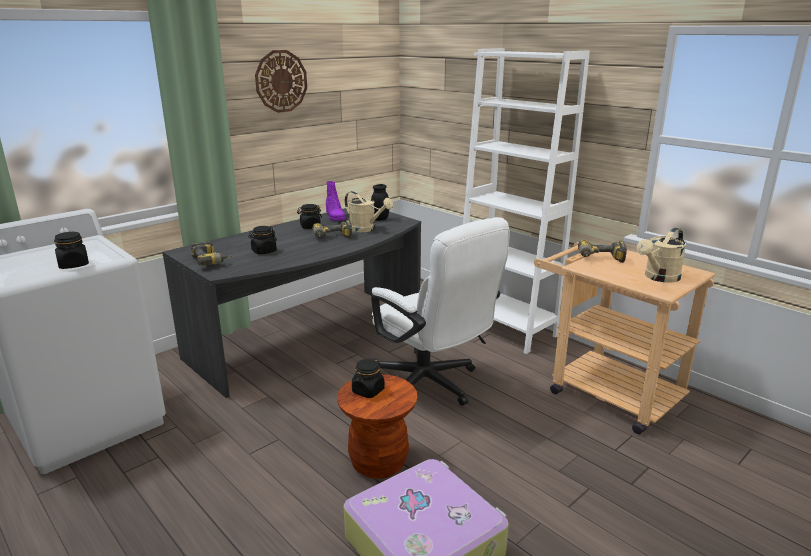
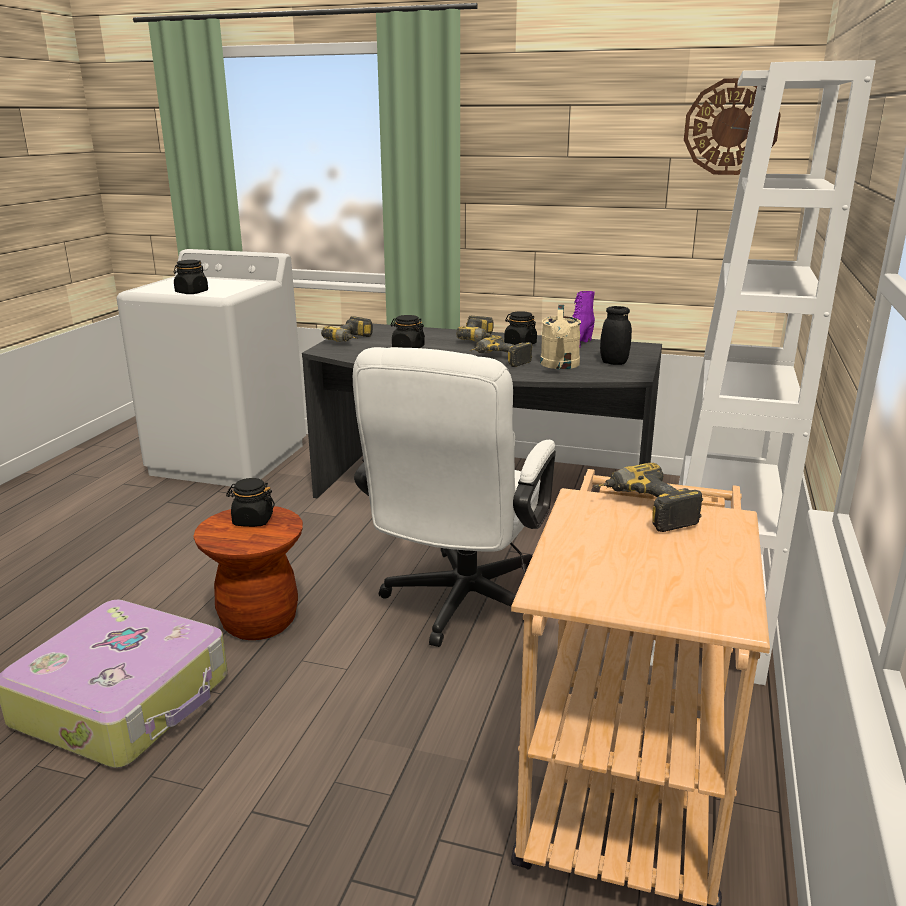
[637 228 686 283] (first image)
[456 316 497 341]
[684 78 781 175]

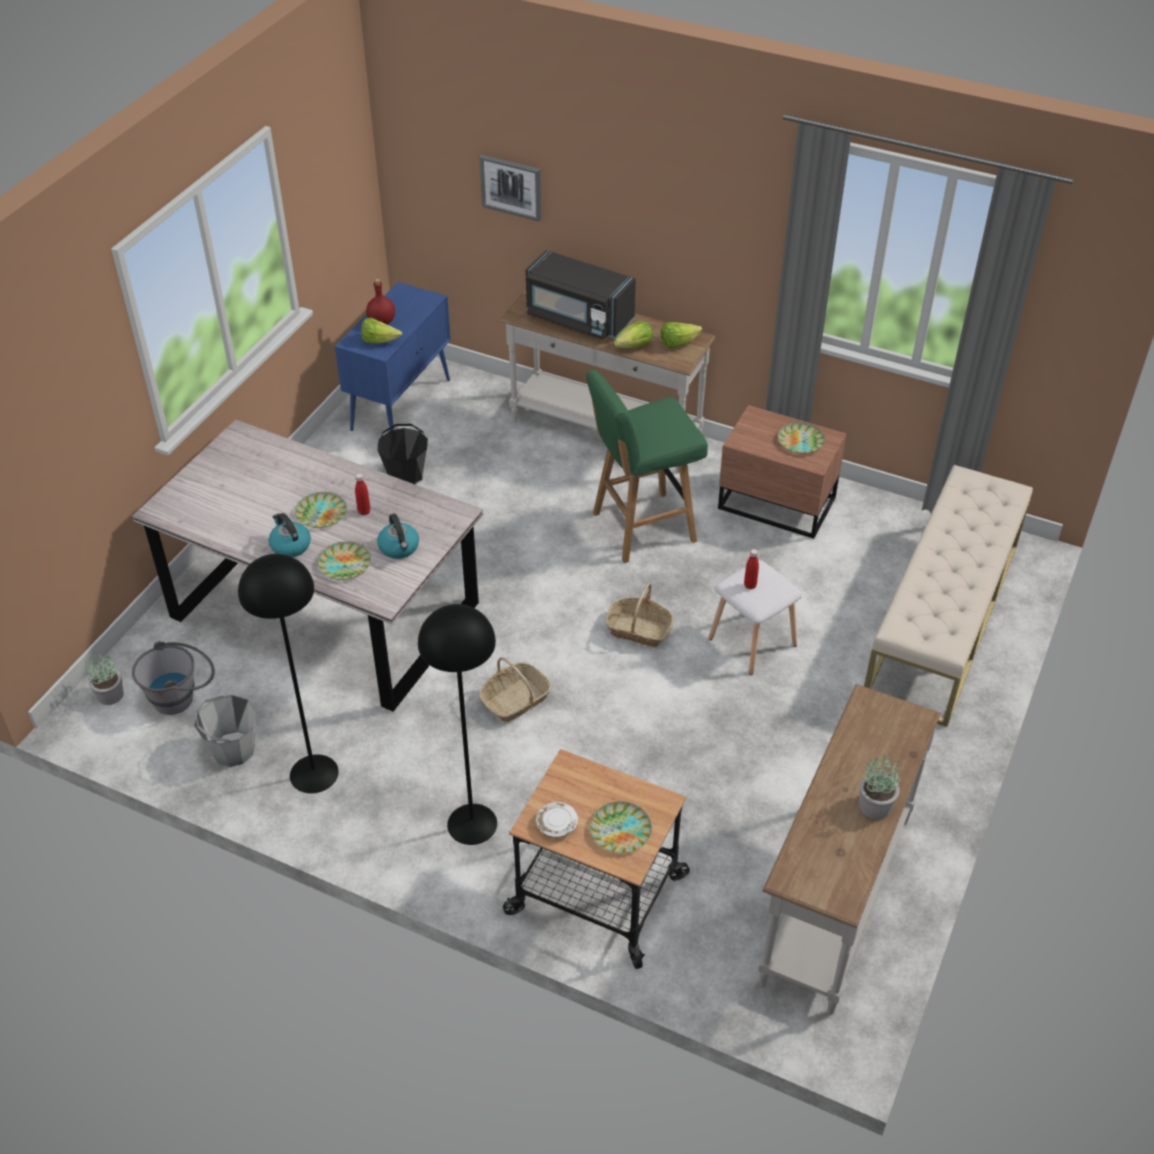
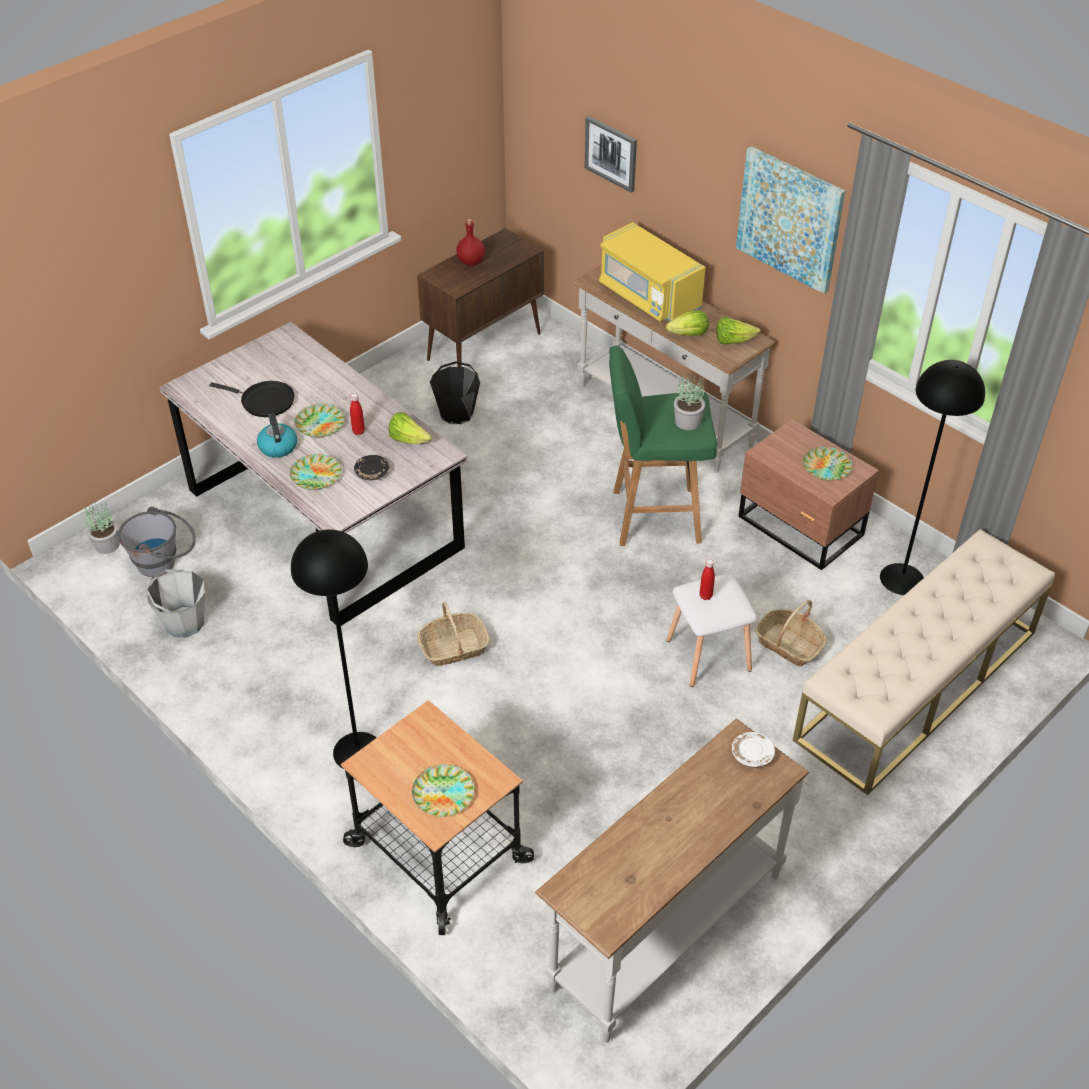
[209 381 295 417]
[736 146 845 294]
[880 360 985 595]
[389 412 432 444]
[732 732 775 768]
[755 600 827 667]
[674 374 705 430]
[354 455 389 481]
[417 228 544 367]
[599 222 706 322]

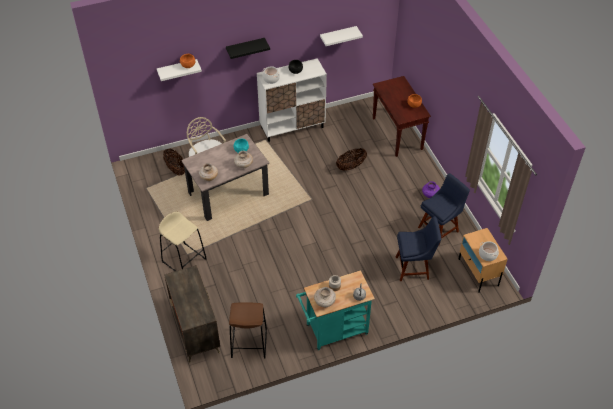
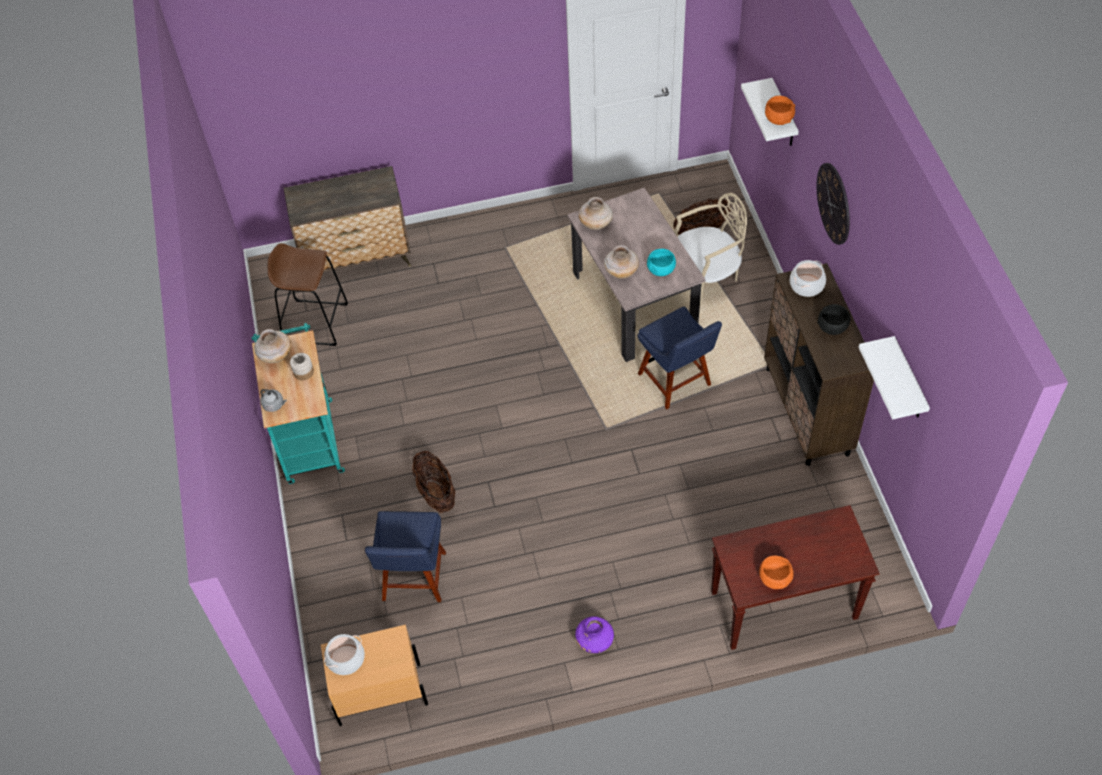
[159 212 207 271] (first image)
[412 451 455 513]
[637 306 722 409]
[817 163 850 245]
[764 263 874 466]

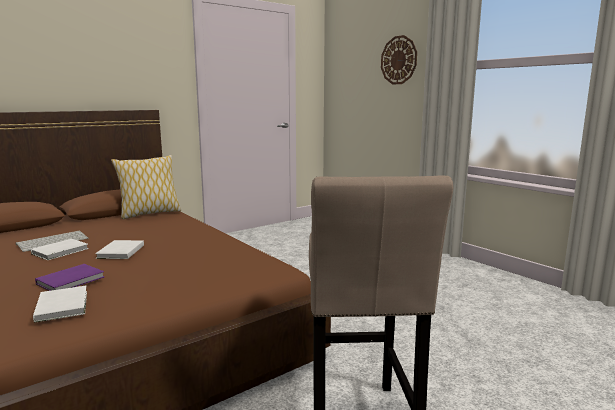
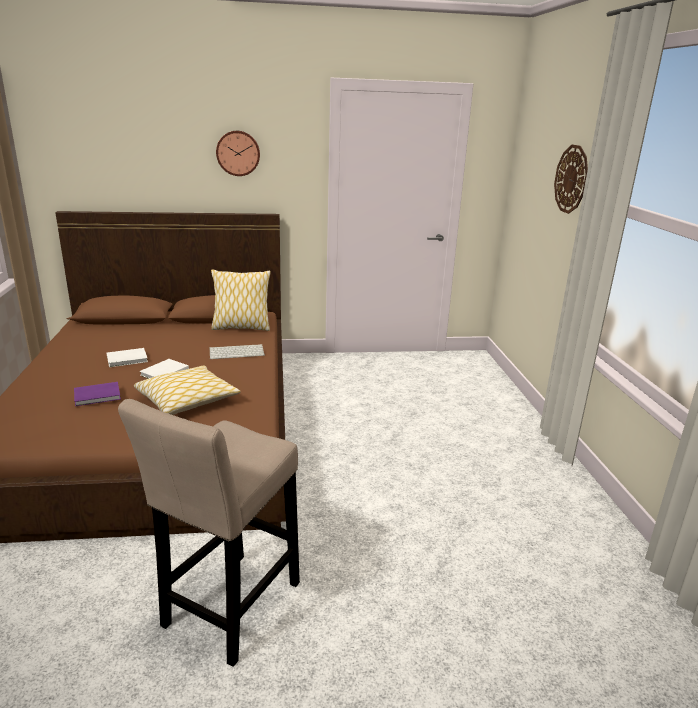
[33 286 87 323] (first image)
[134 366 241 415]
[216 131 260 176]
[209 344 265 359]

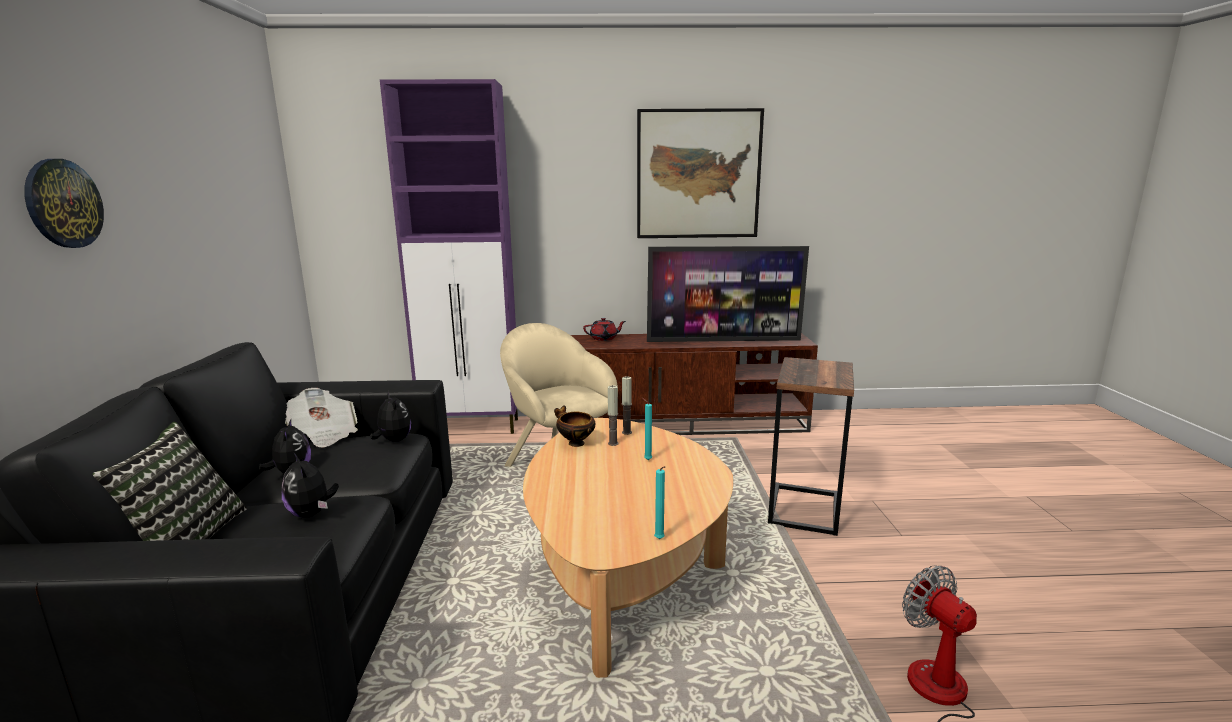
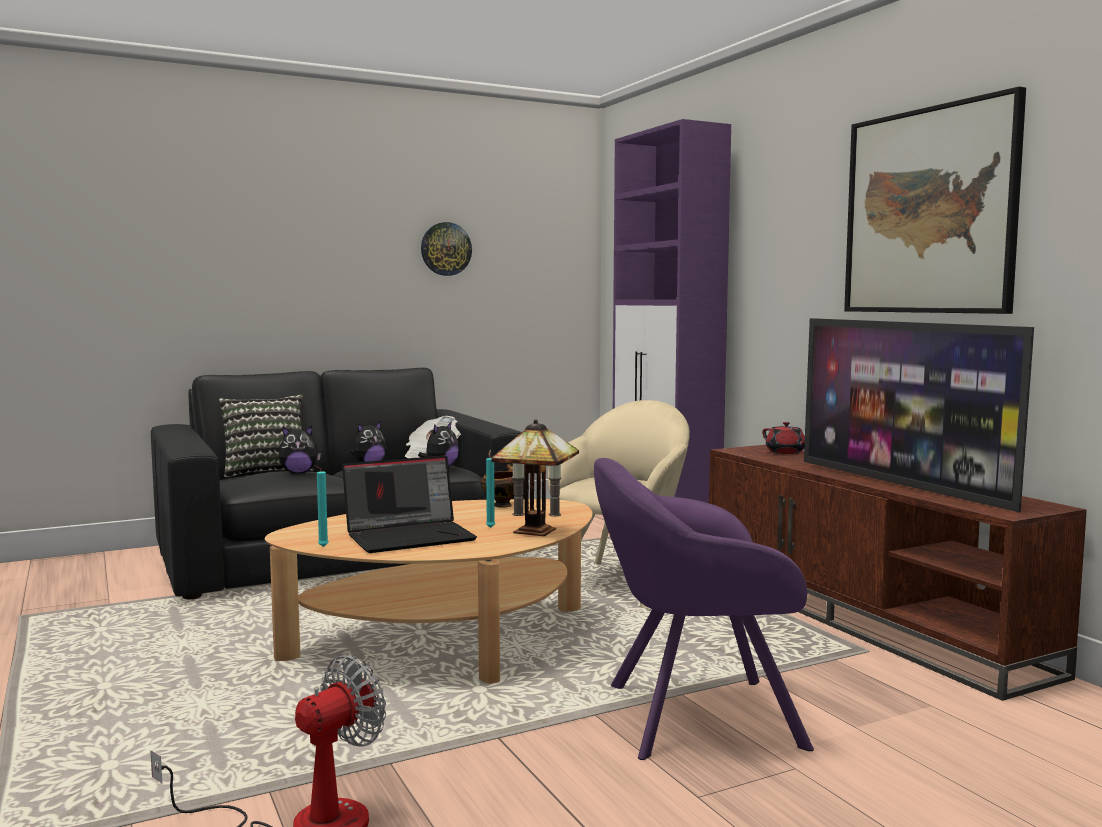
[342 456 477 553]
[491 419 579 536]
[421 222 472 276]
[594 458 814 760]
[279 426 321 474]

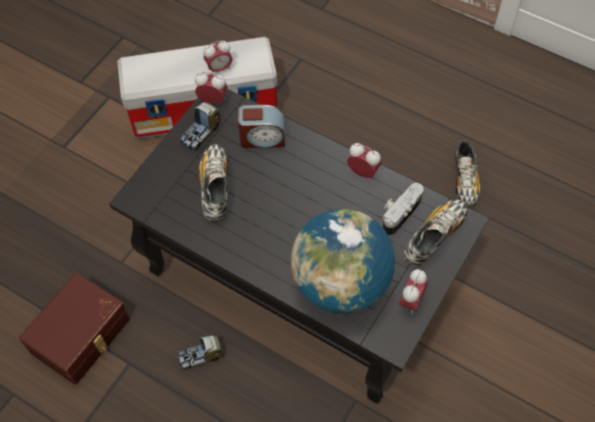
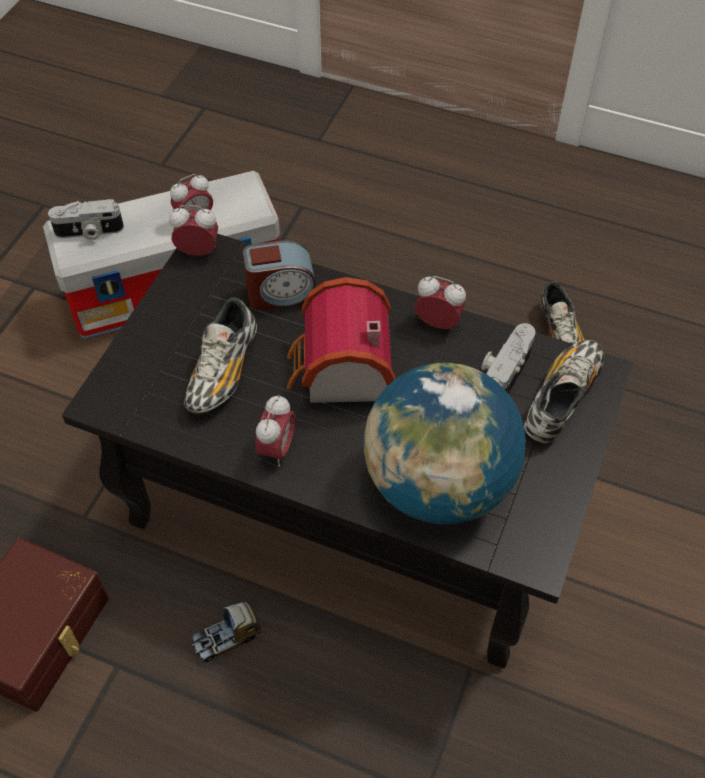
[180 102 221 151] (first image)
[48 199 124 240]
[287 277 395 403]
[255 395 295 467]
[184 297 257 414]

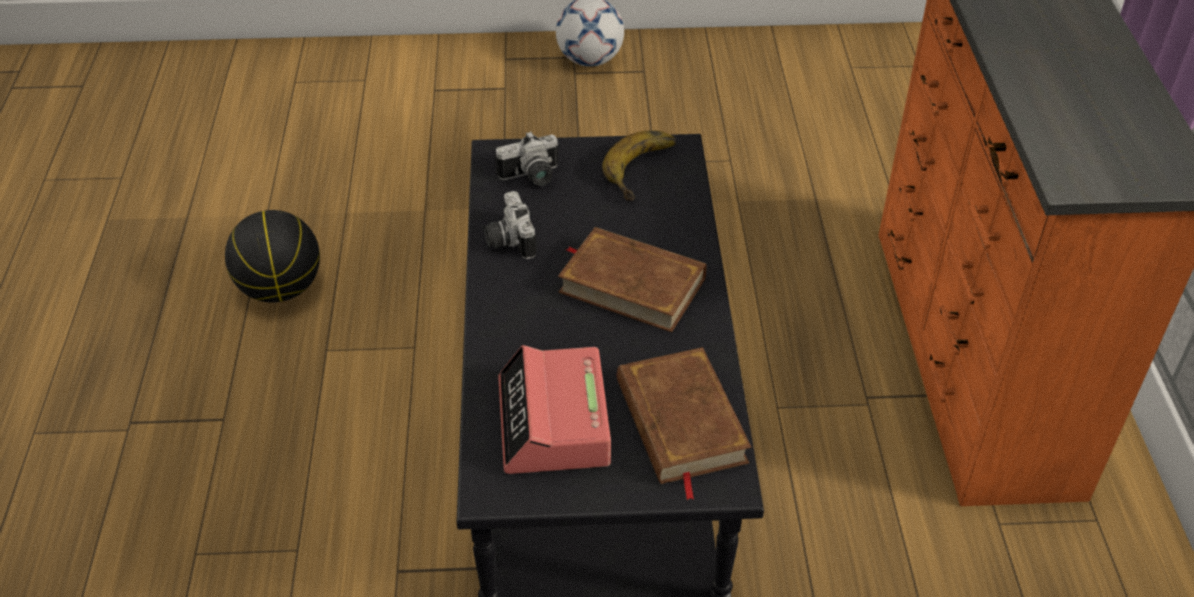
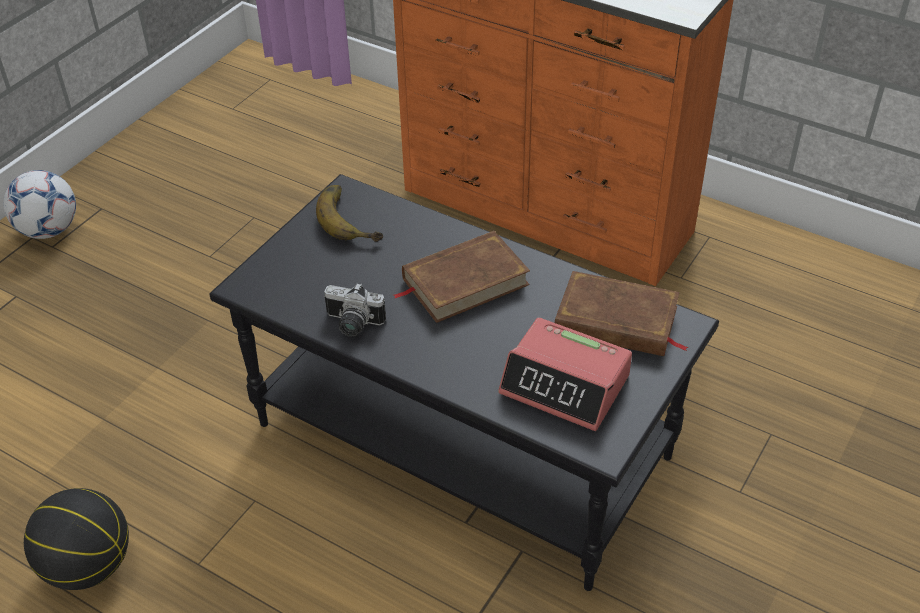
[495 131 558 186] (first image)

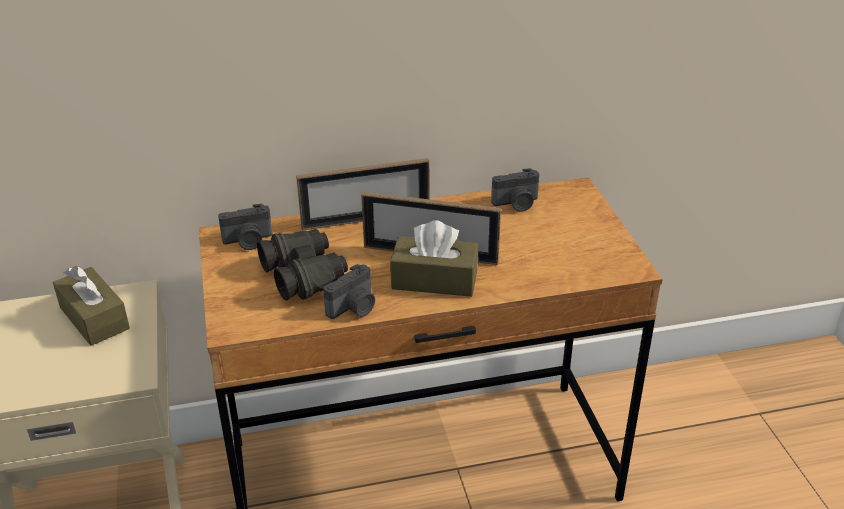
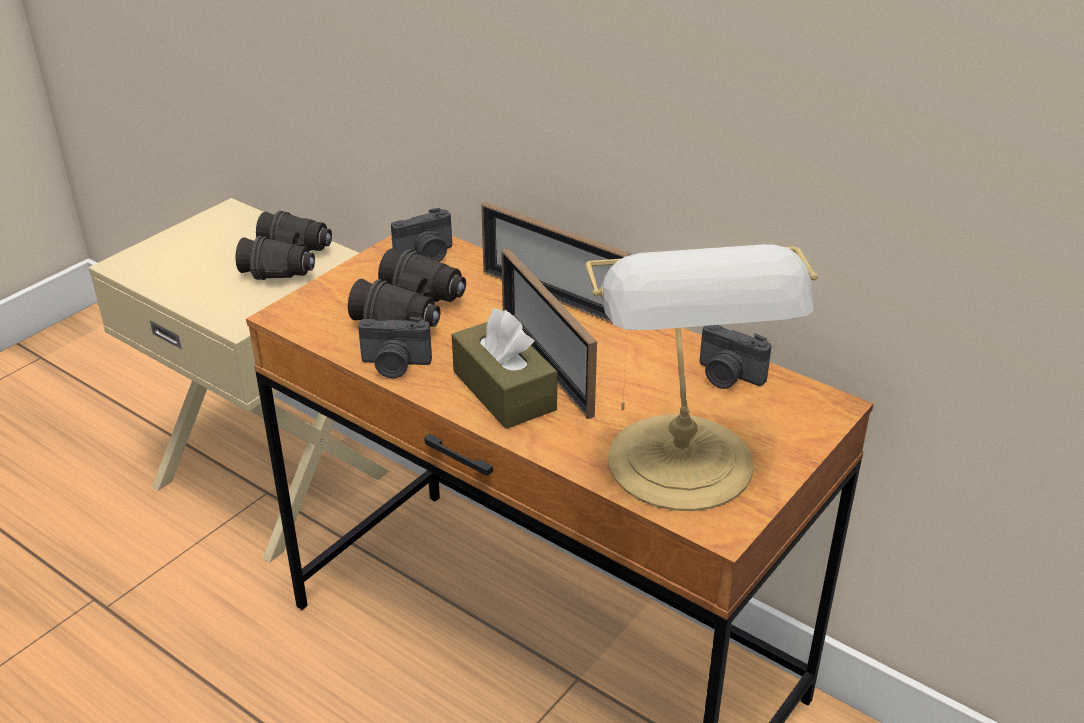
[585 244 818 511]
[236 211 332 280]
[391 208 452 262]

